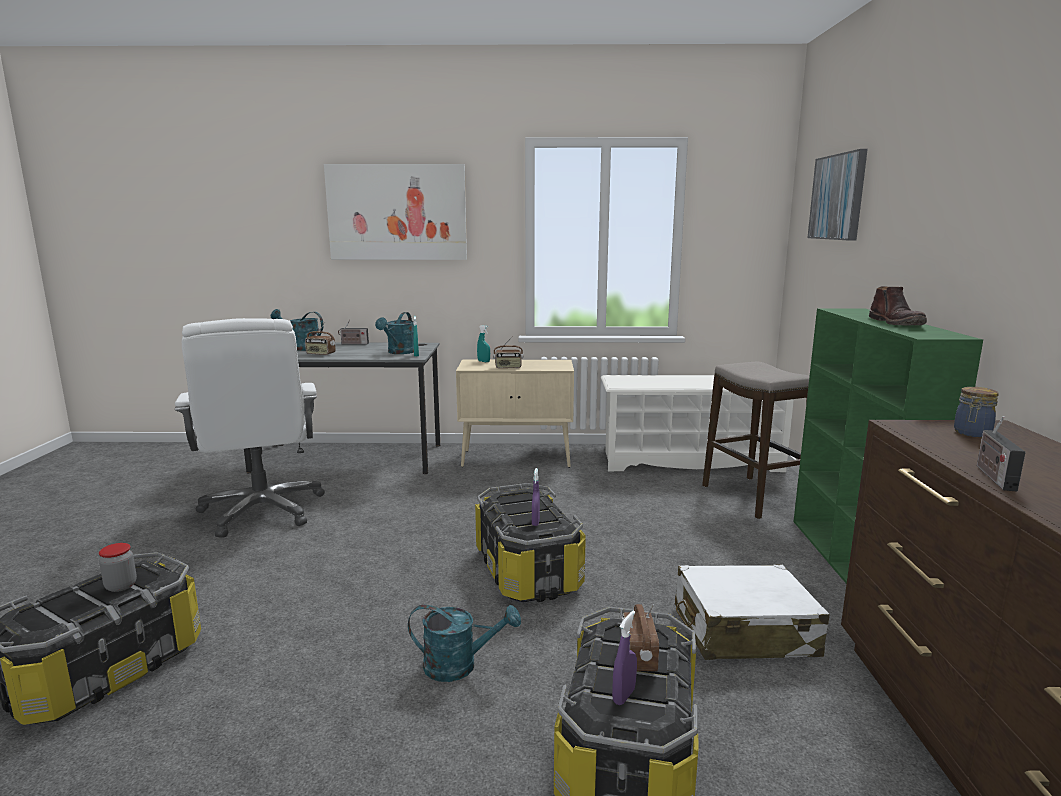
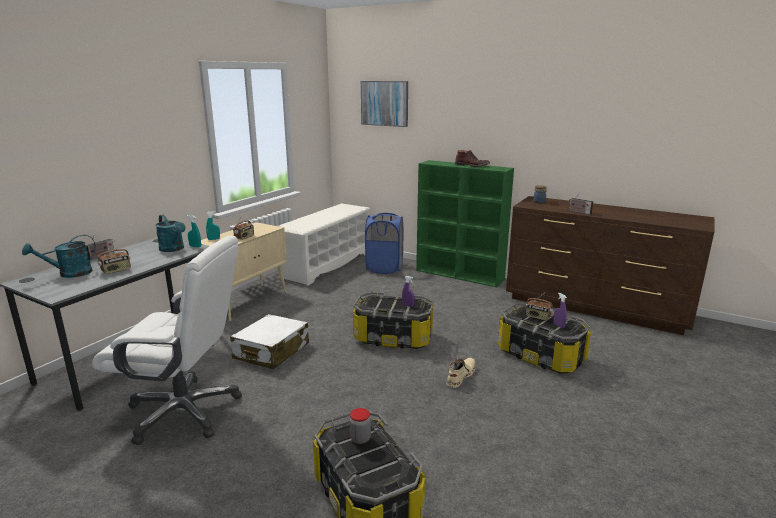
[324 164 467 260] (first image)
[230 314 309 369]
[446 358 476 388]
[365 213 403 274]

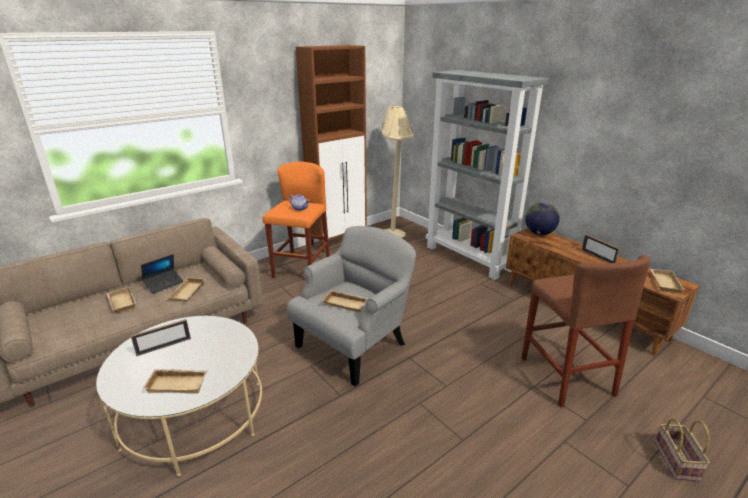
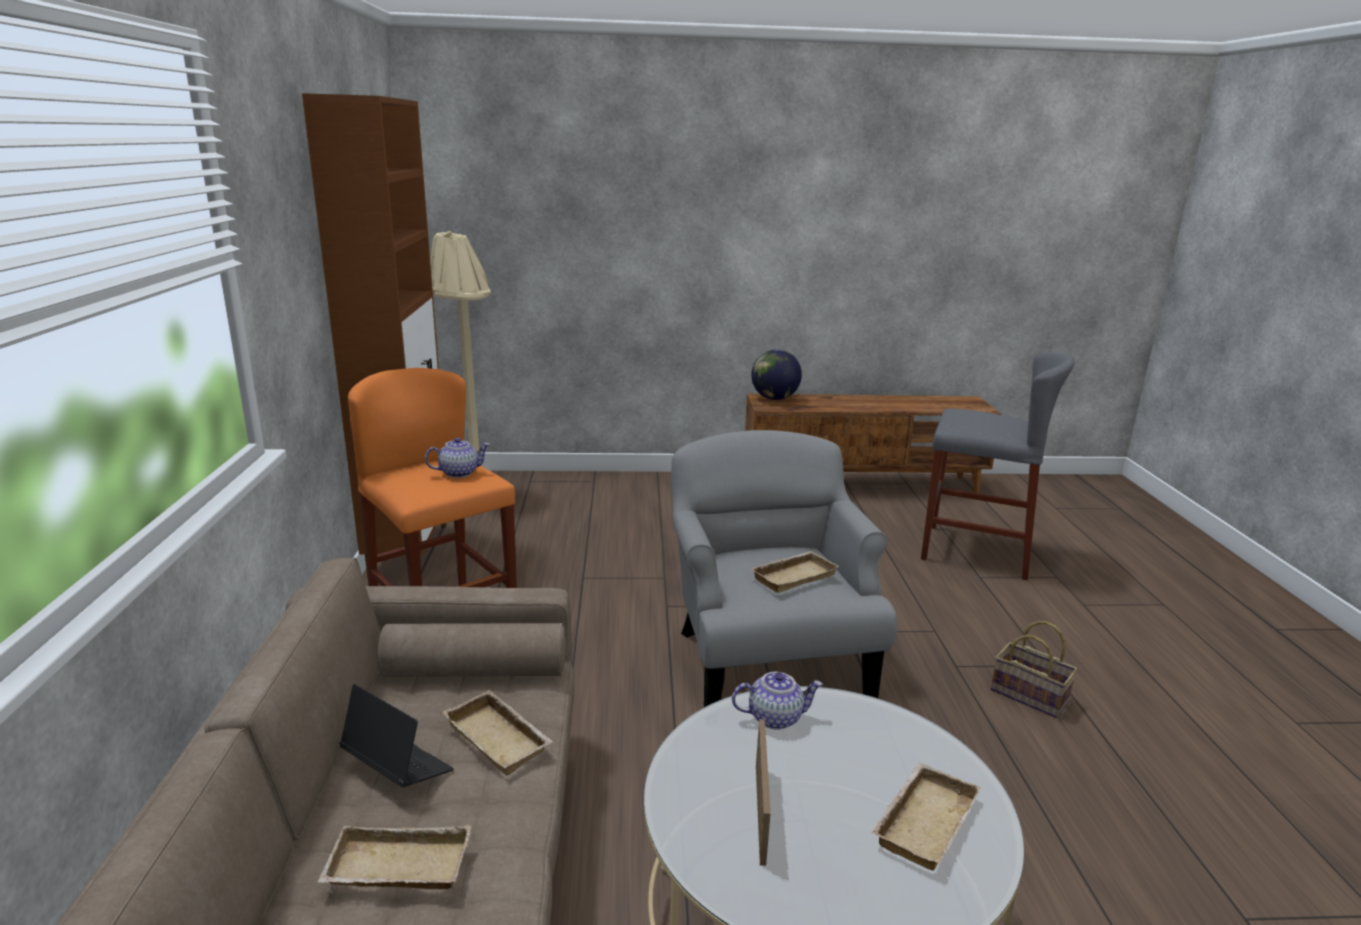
[426 70 549 280] (first image)
[582 234 620 263] (first image)
[650 269 684 293] (first image)
[732 672 823 730]
[991 621 1078 718]
[921 352 1074 580]
[339 684 454 787]

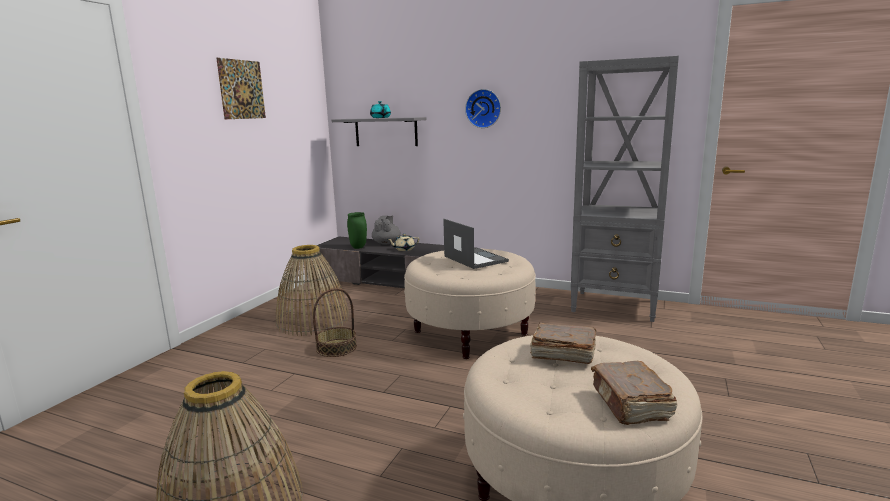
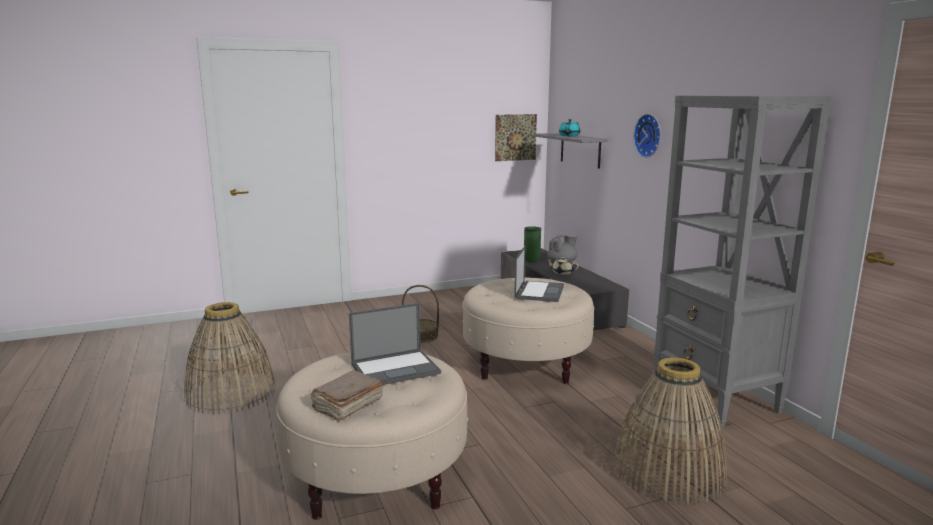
[495 114 537 161]
[614 357 727 505]
[349 303 441 385]

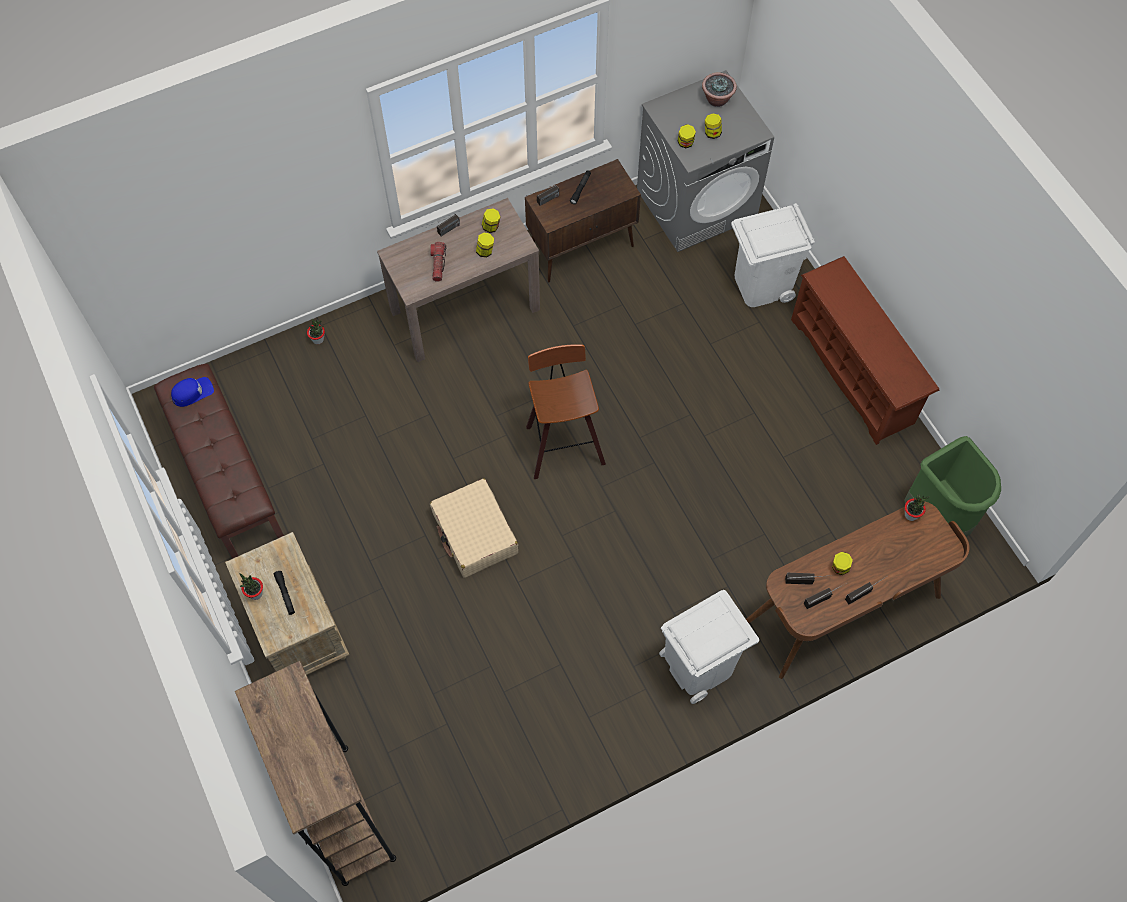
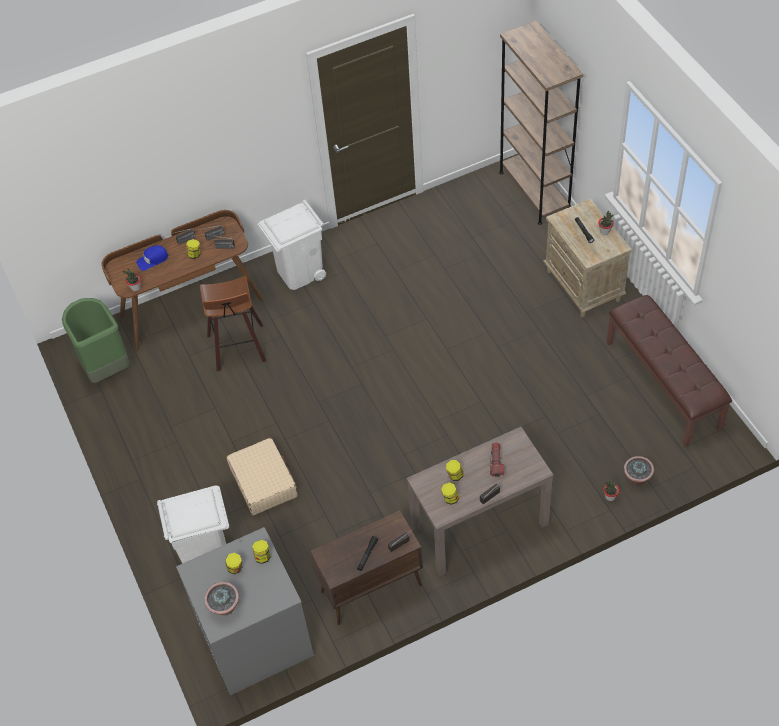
[791 256 939 445] (first image)
[624 456 654 485]
[137 245 168 271]
[226 438 298 515]
[200 276 266 371]

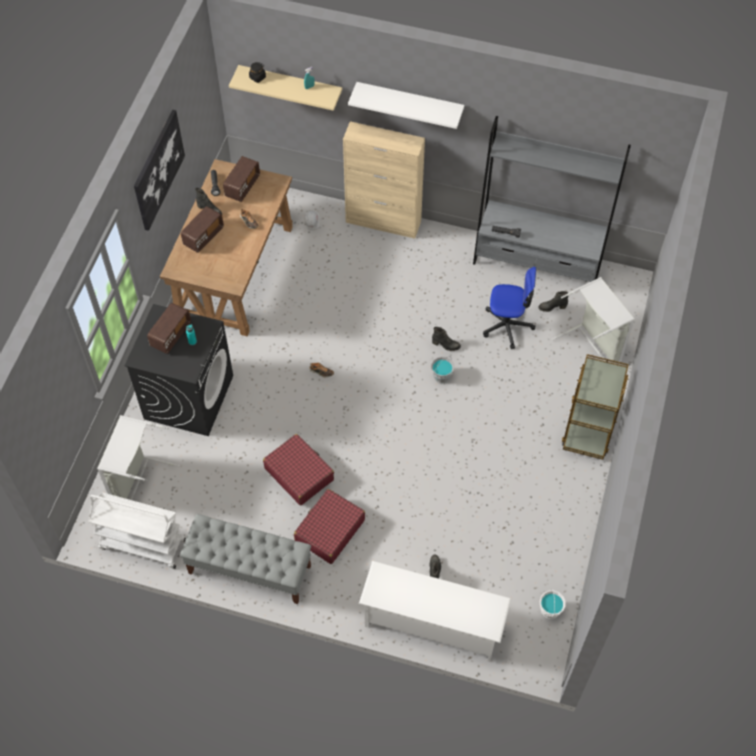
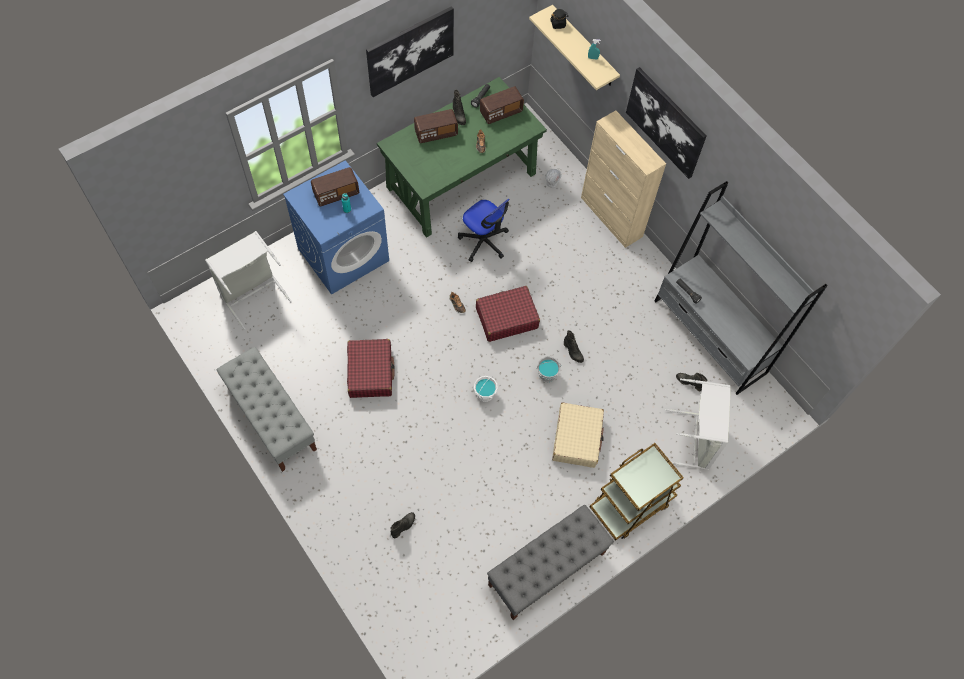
[88 492 186 569] (first image)
[359 561 511 662] (first image)
[487 504 614 620]
[552 402 604 468]
[476 286 540 342]
[458 199 510 262]
[474 376 498 402]
[626 67 707 179]
[283 160 389 295]
[377 77 547 238]

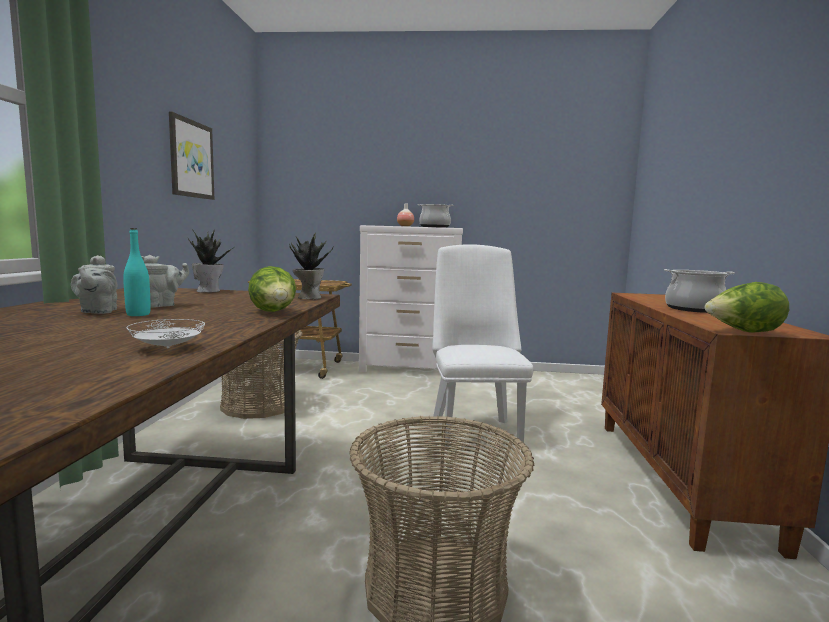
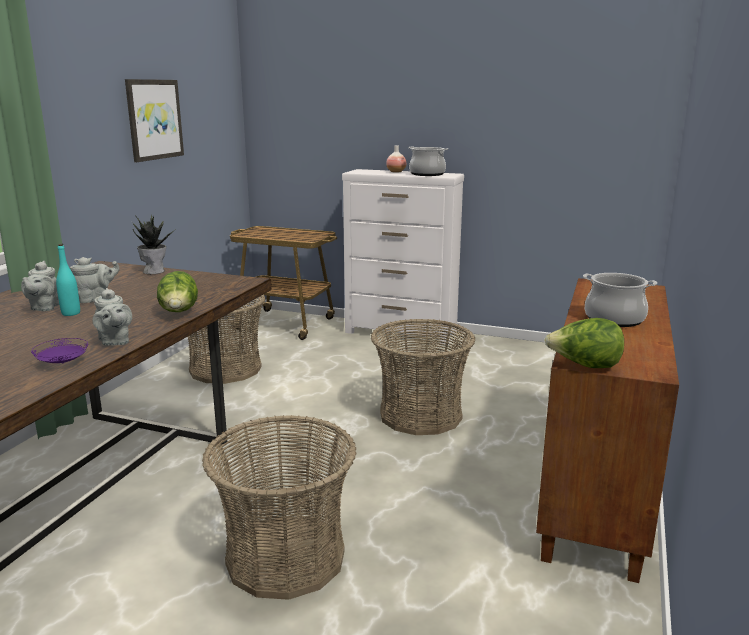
[289 233 334 299] (first image)
[92 288 132 346]
[371 319 475 435]
[31 338 88 364]

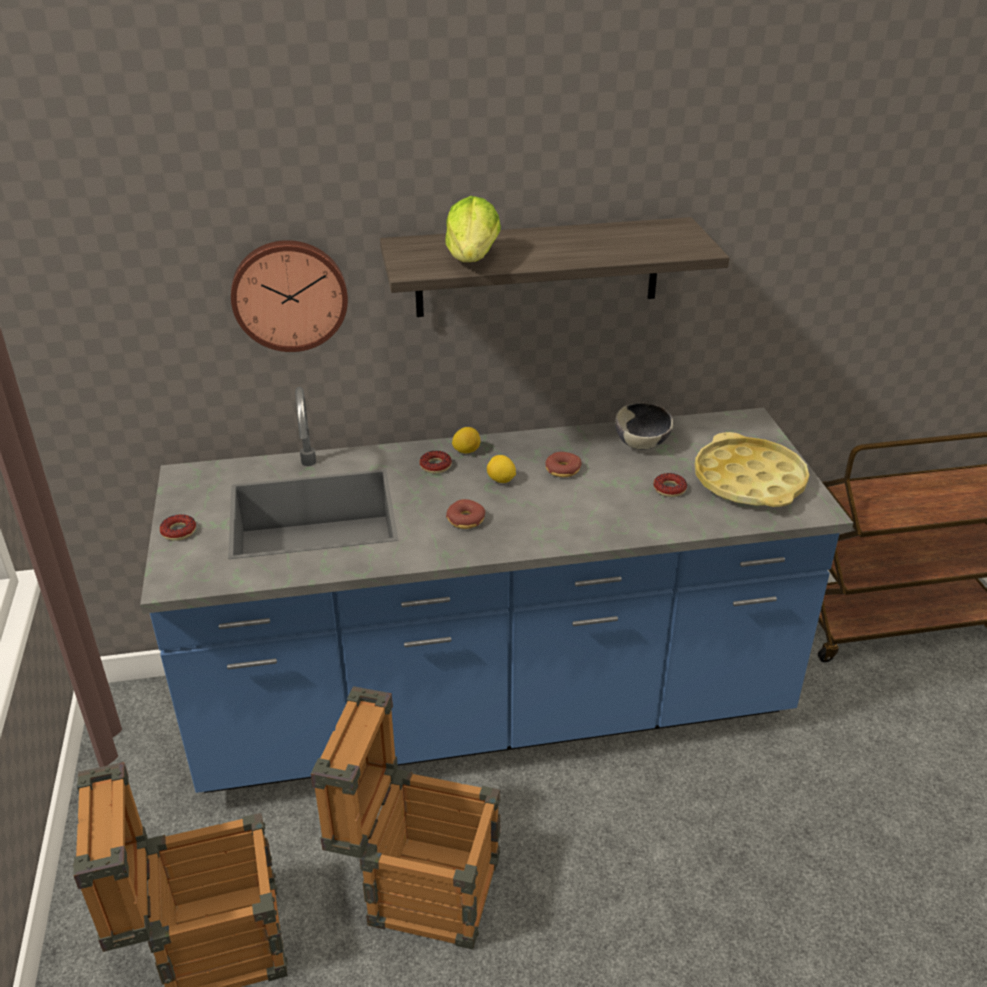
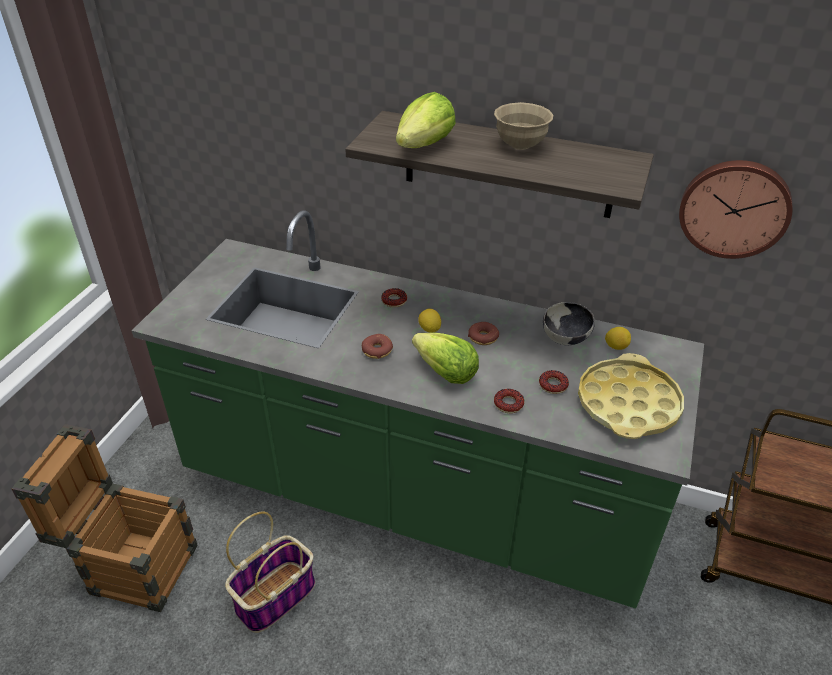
[412 333 479 384]
[494 102 553 150]
[494 389 524 413]
[679 160 793 259]
[605 327 631 350]
[225 512 315 633]
[132 210 704 608]

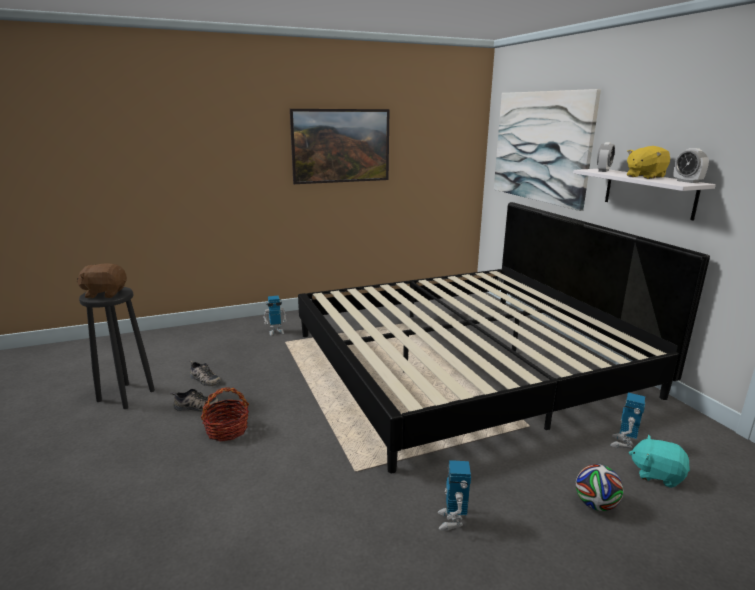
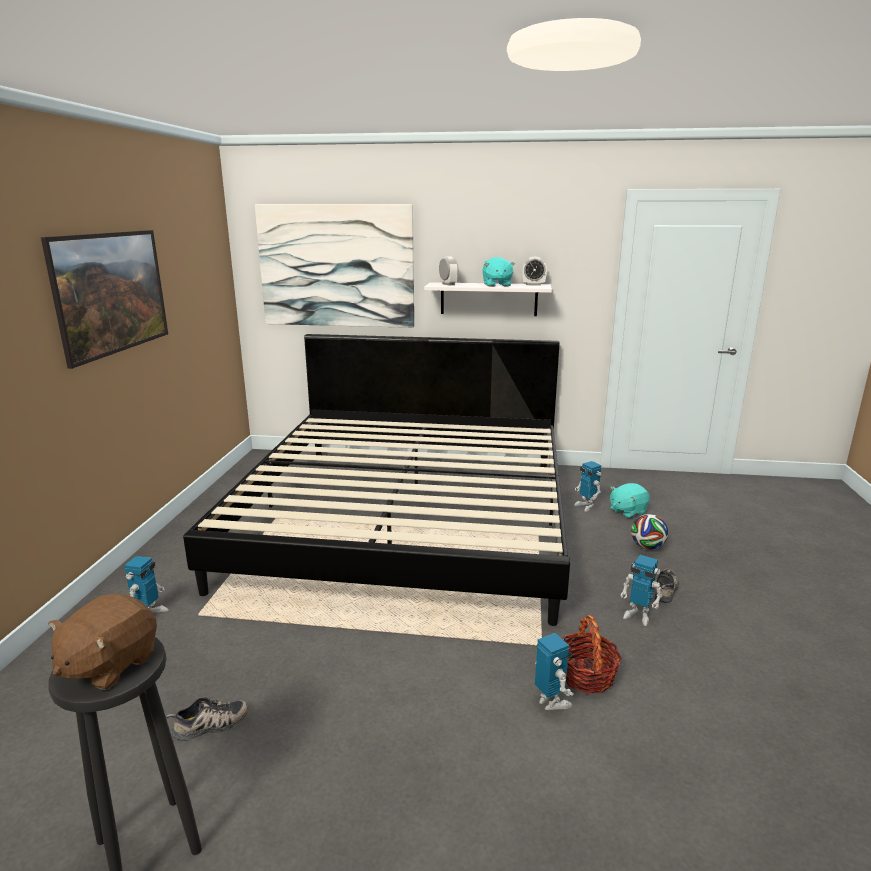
[535 633 574 710]
[655 569 678 603]
[563 615 622 693]
[482 257 515 287]

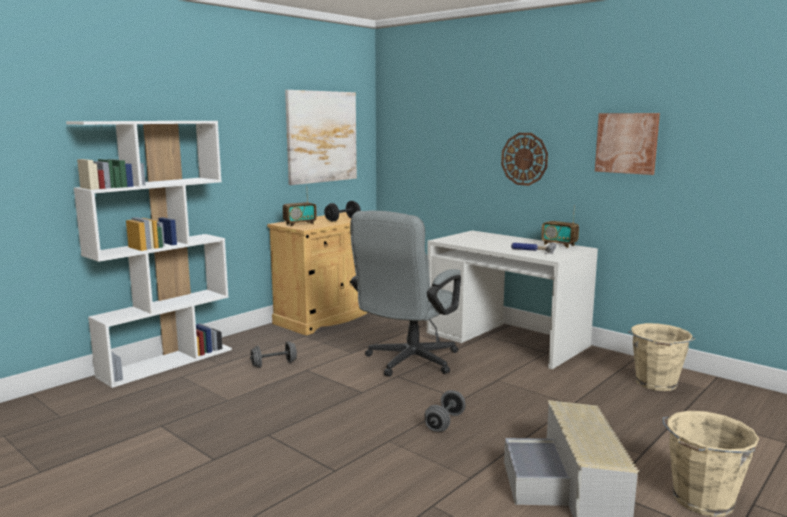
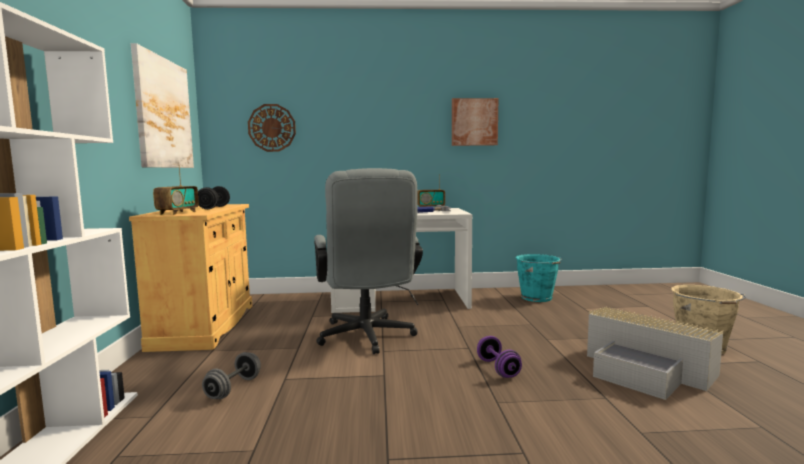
[248 104 296 152]
[477 336 522 378]
[516 254 561 302]

